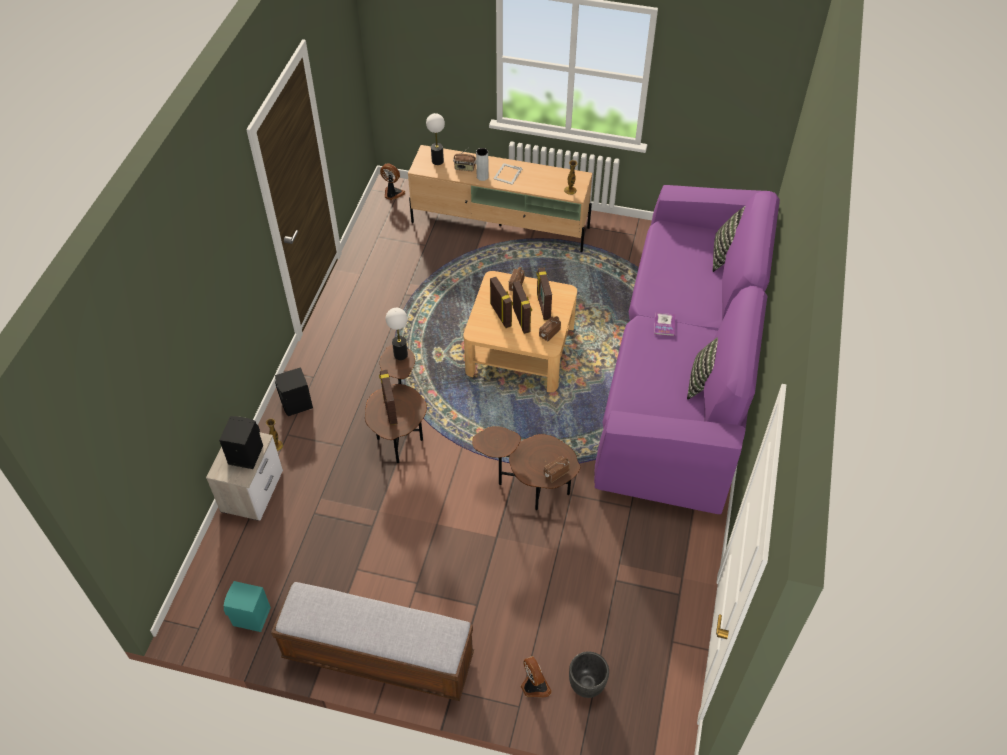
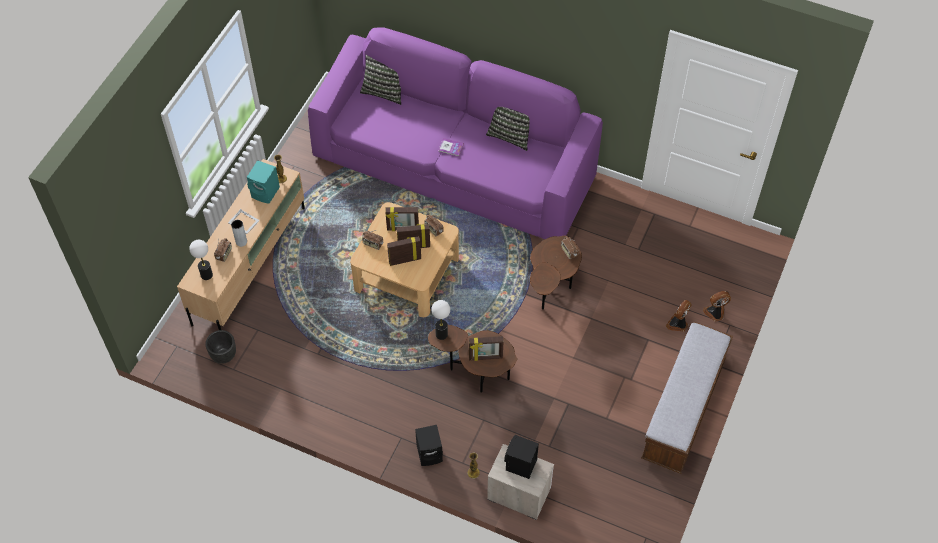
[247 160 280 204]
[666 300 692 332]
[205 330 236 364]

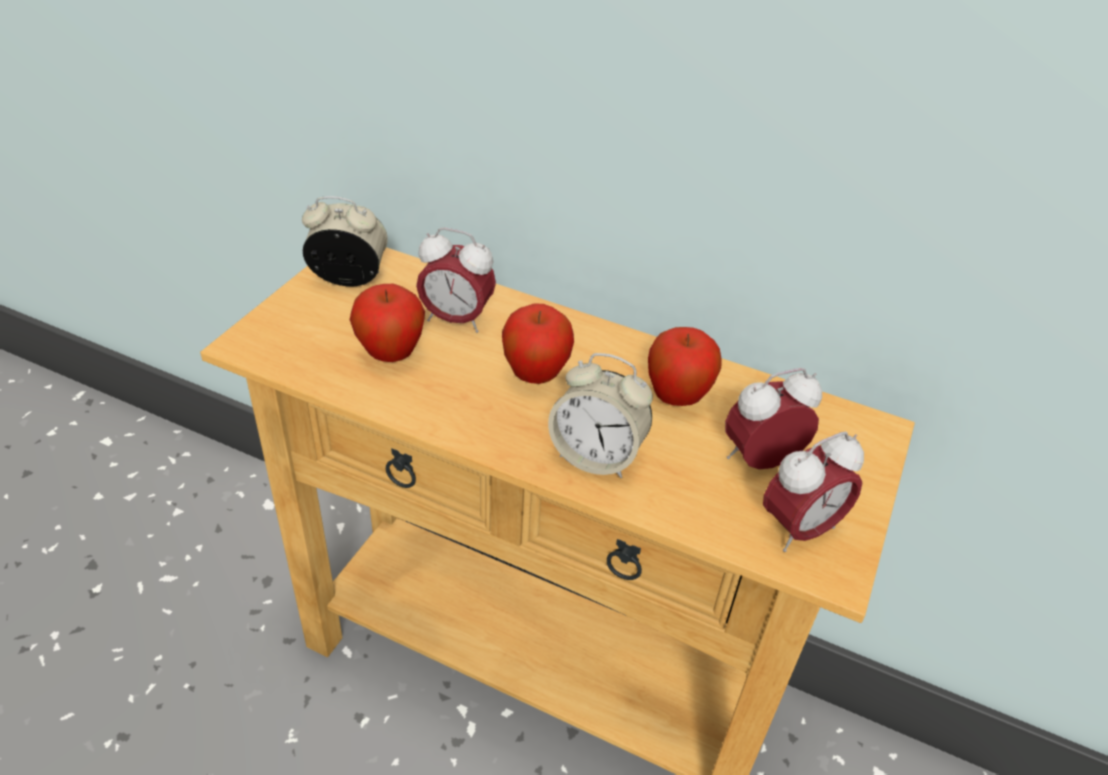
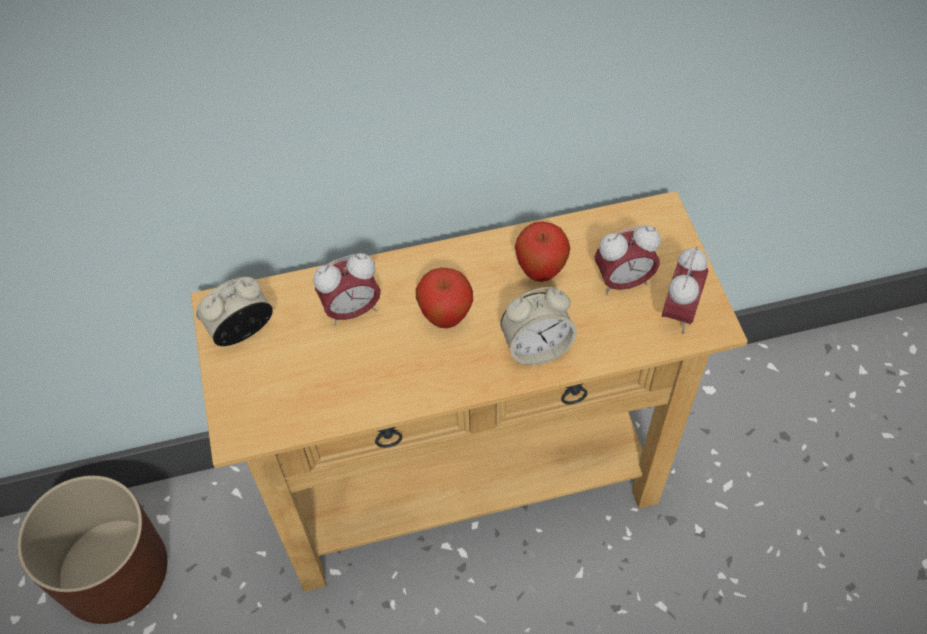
[350 284 425 362] (first image)
[17 476 167 624]
[595 225 661 295]

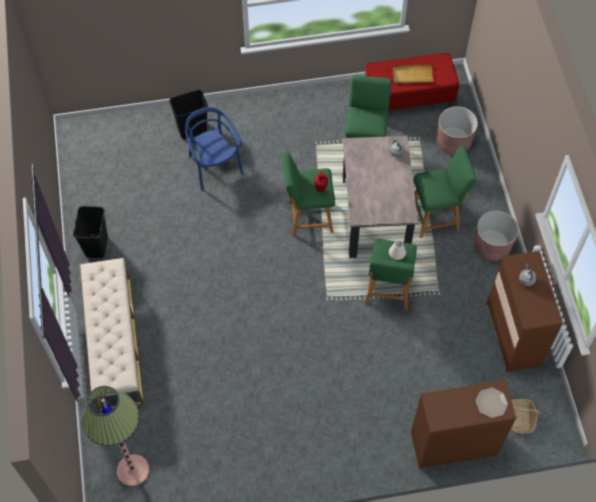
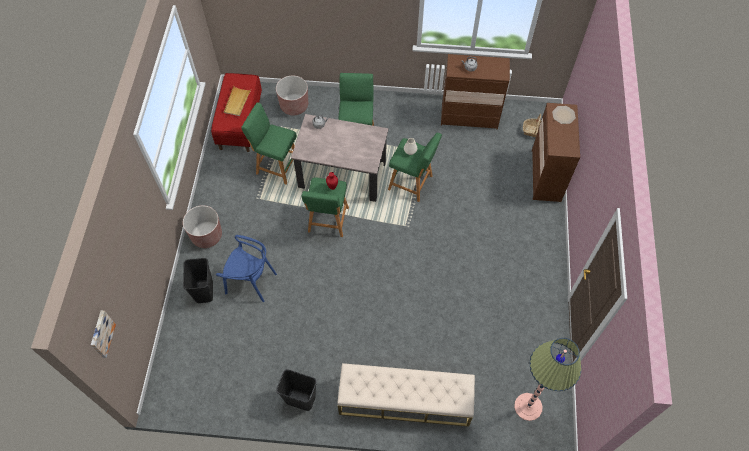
[91 311 116 358]
[183 205 222 248]
[216 235 277 302]

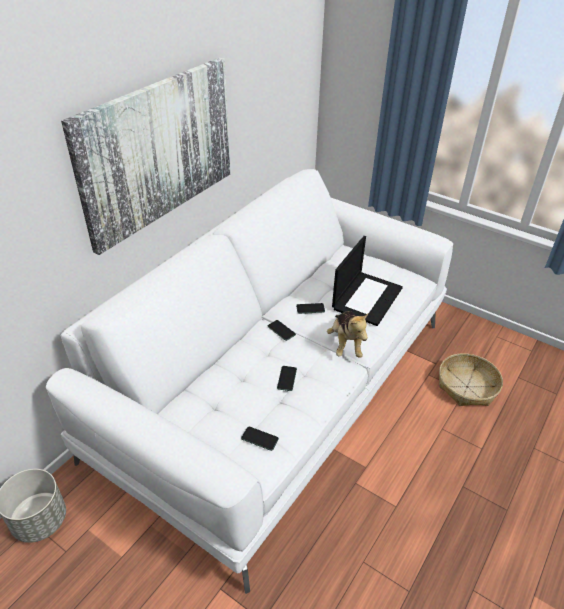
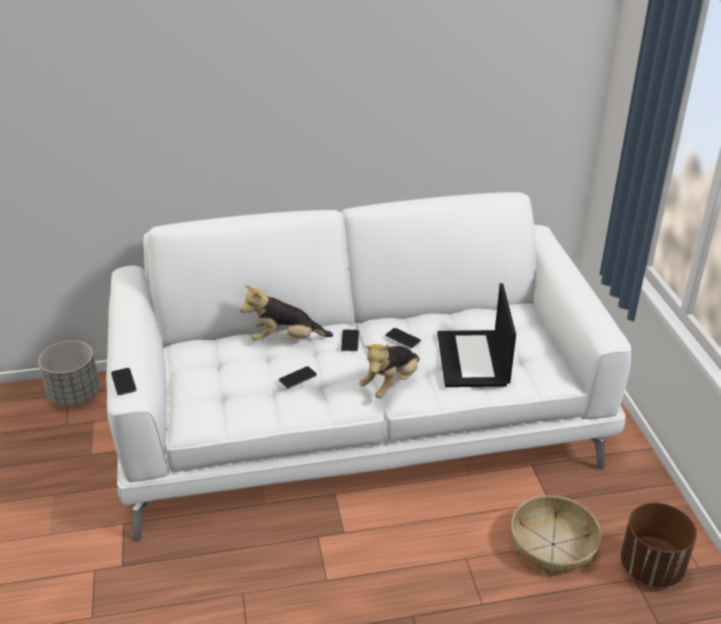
[61 58 230 255] (first image)
[240 285 333 340]
[621 503 697 587]
[111 368 137 395]
[437 283 516 387]

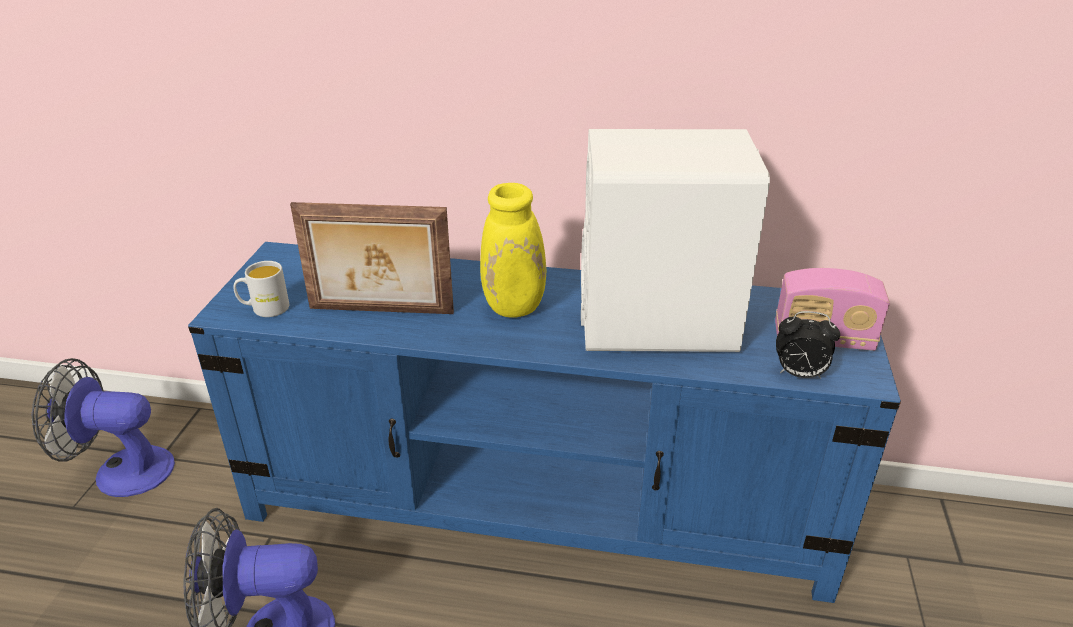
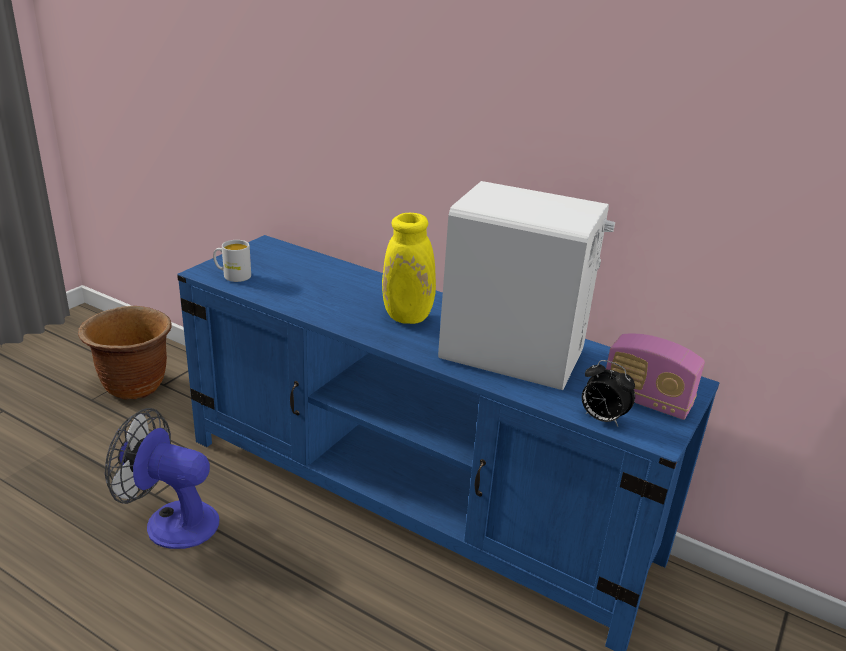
[290 202 454 314] (first image)
[78 306 172 399]

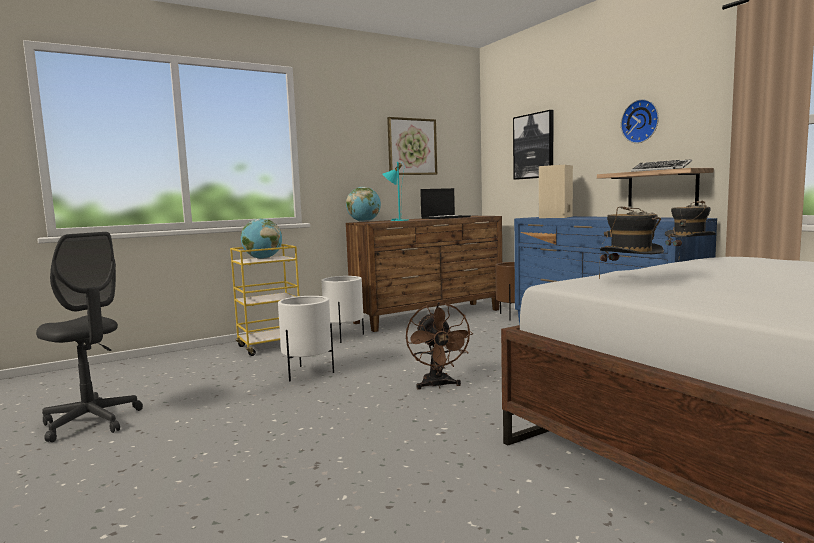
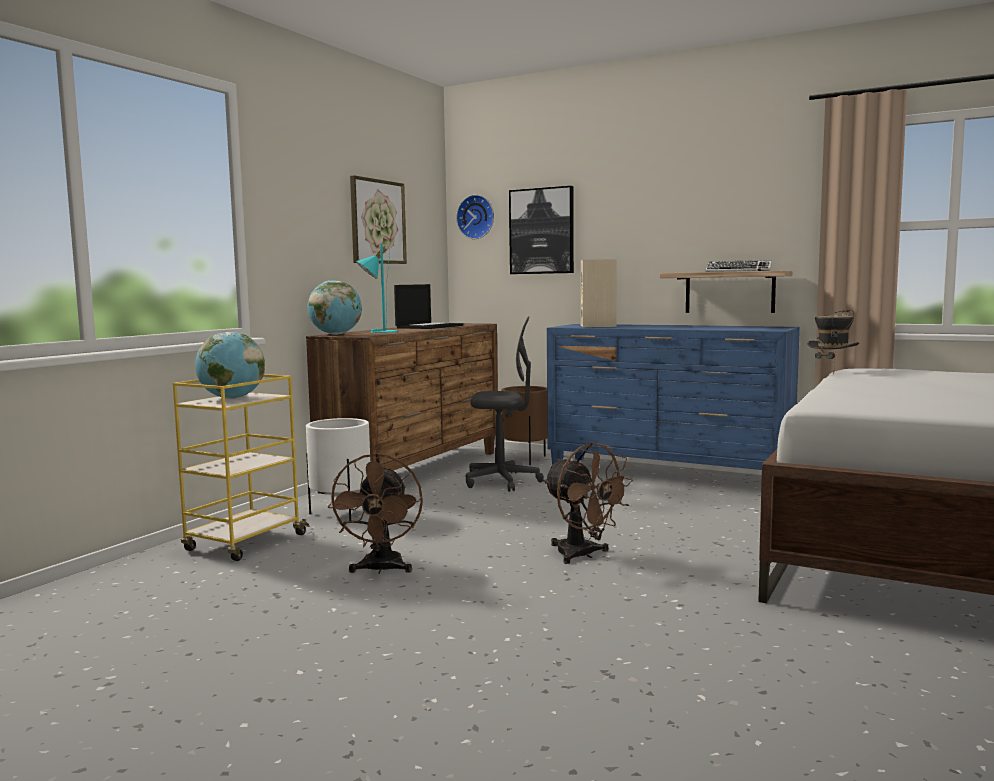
[599 206 664 279] (first image)
[466 316 544 492]
[456 195 494 239]
[328 453 423 574]

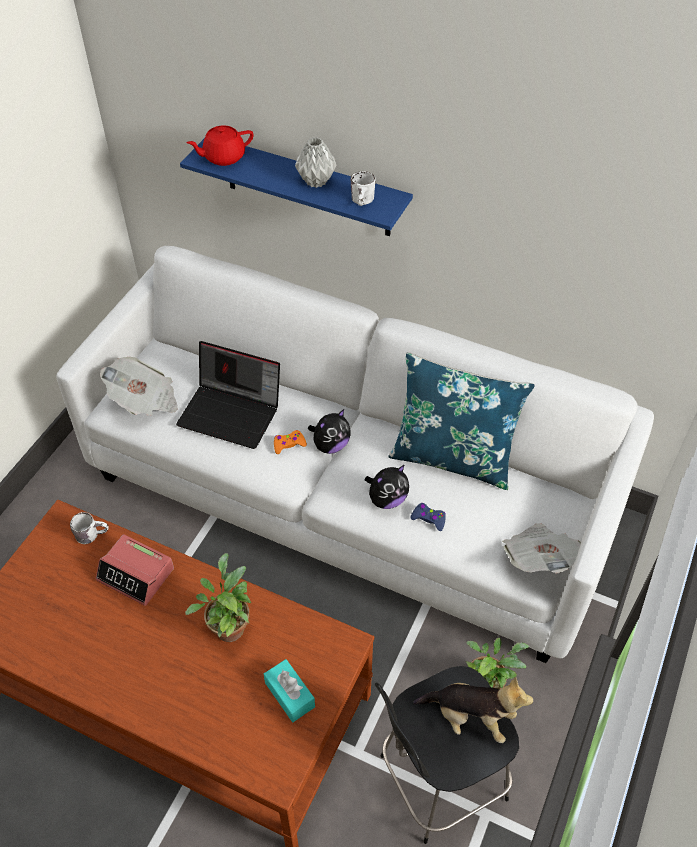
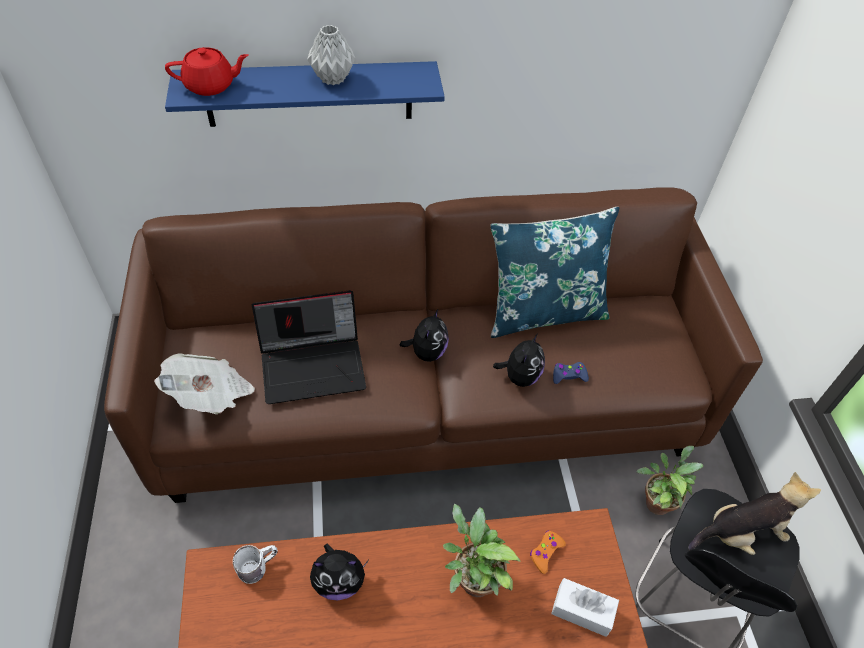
[351 171 375 206] (first image)
[502 524 581 574] (first image)
[530 531 566 574]
[310 544 369 600]
[104 187 763 503]
[551 578 619 637]
[165 47 249 96]

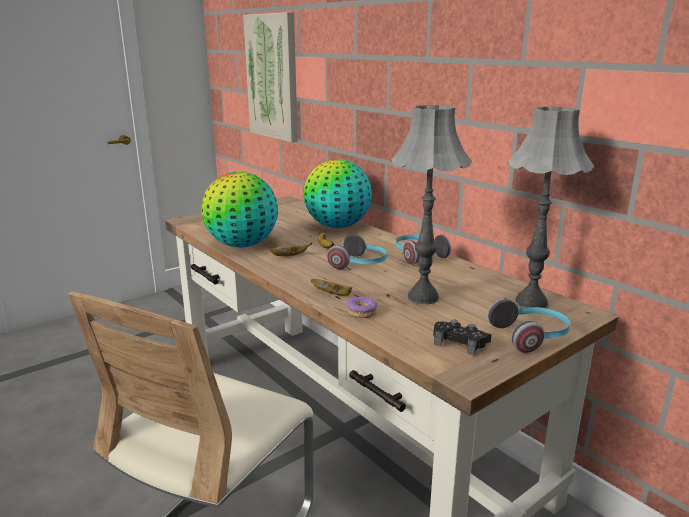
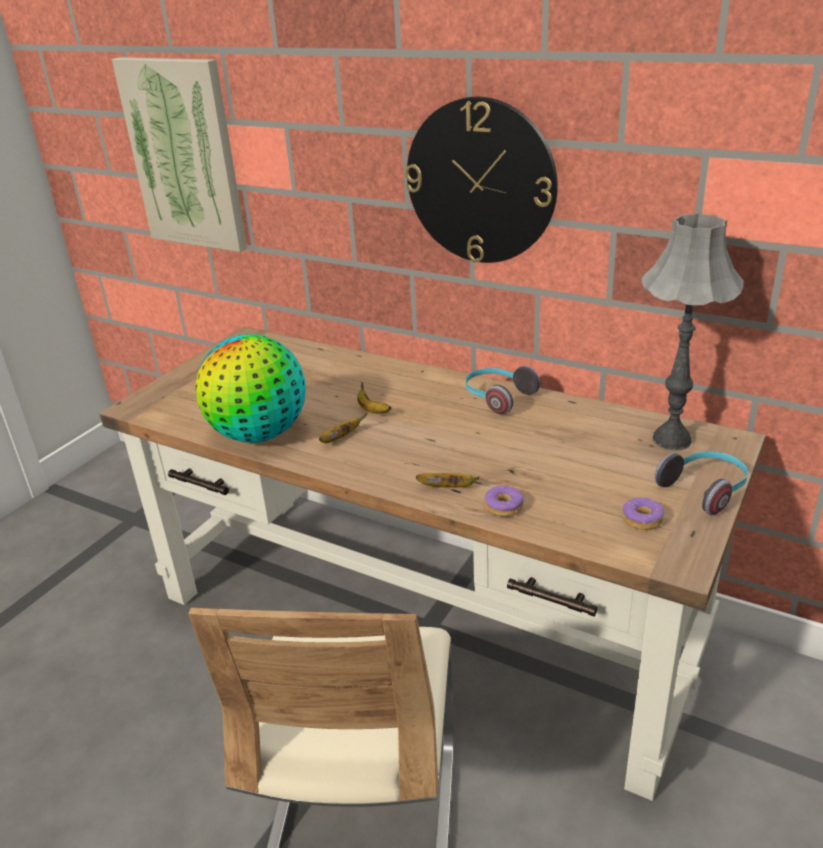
[303 159 372 228] (first image)
[327 234 387 269] (first image)
[391 105 472 304] (first image)
[405 97 558 263]
[622 497 664 530]

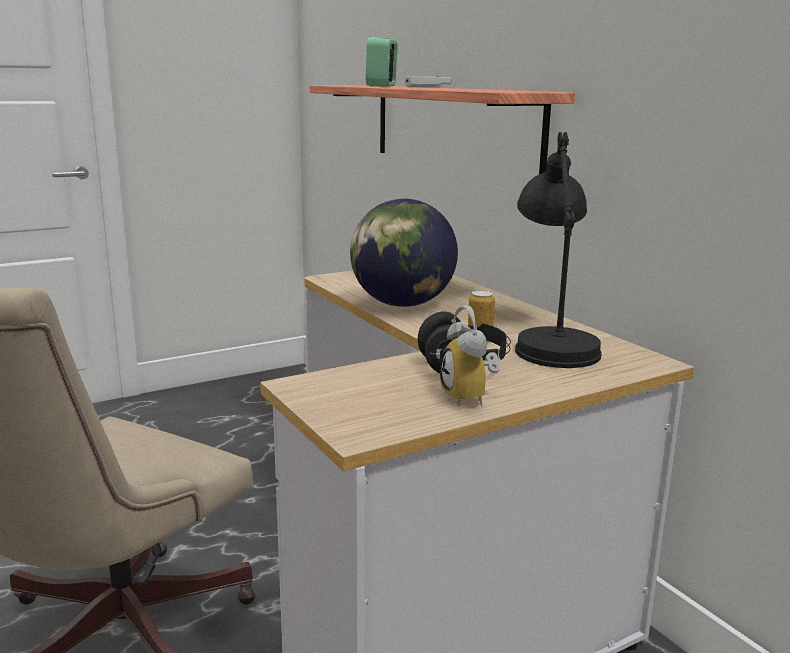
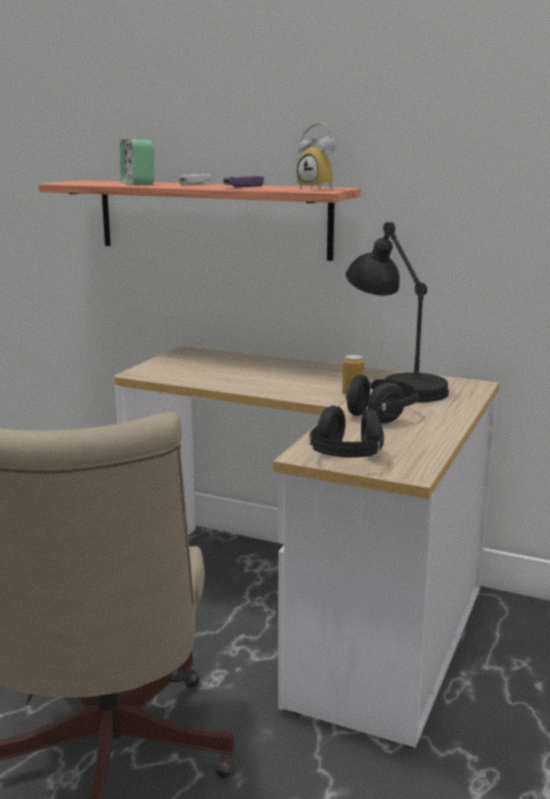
[350 199 458 307] (first image)
[223 176 264 188]
[309 405 384 458]
[297 122 336 190]

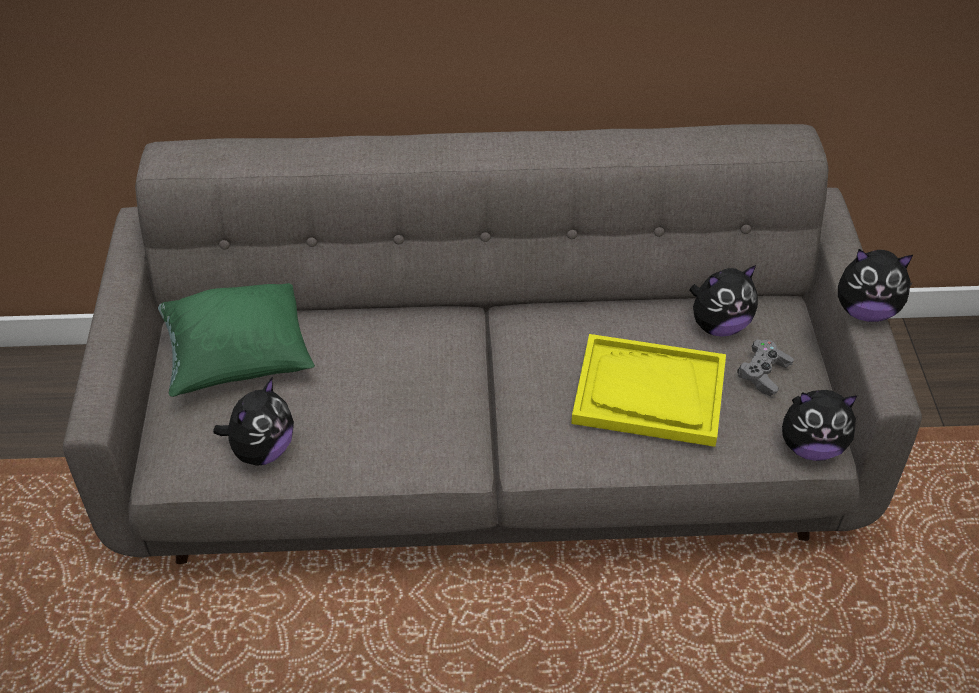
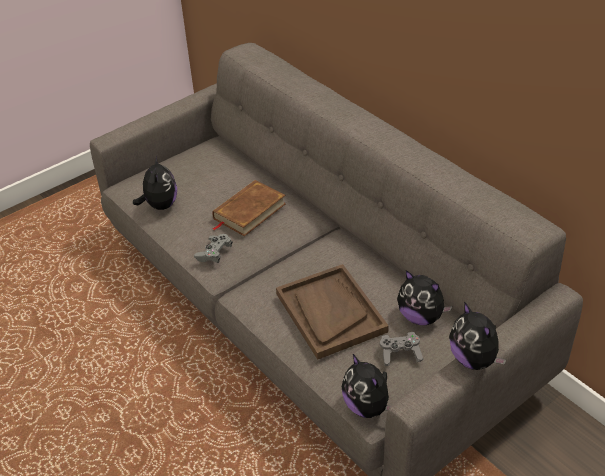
[158 283 315 397] (first image)
[194 234 233 263]
[212 180 286 236]
[276 264 389 360]
[133 156 177 210]

